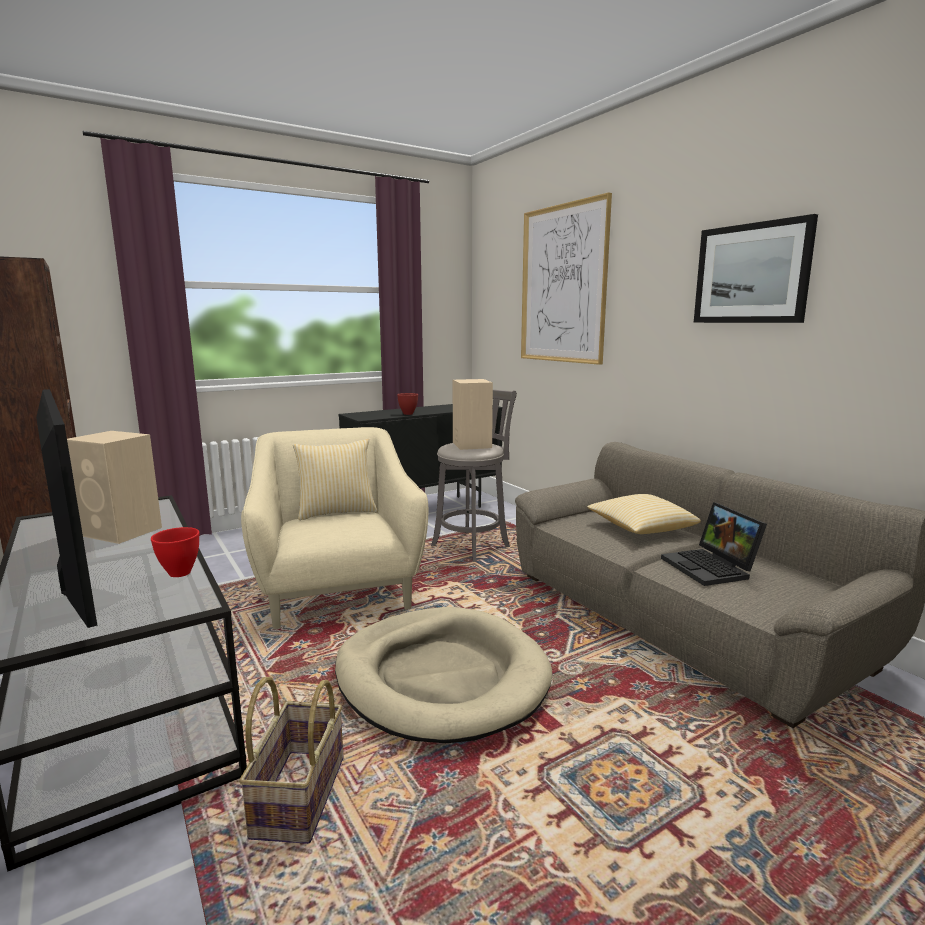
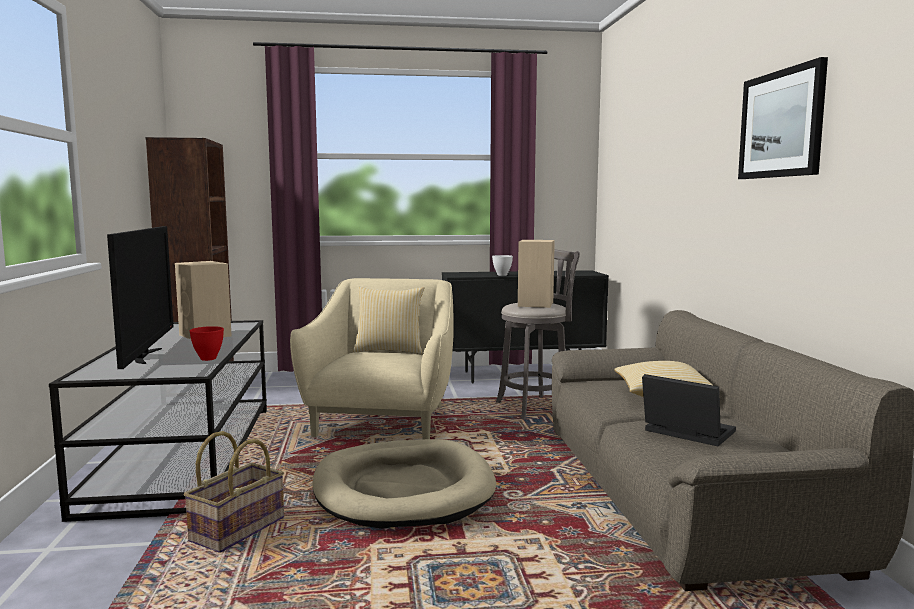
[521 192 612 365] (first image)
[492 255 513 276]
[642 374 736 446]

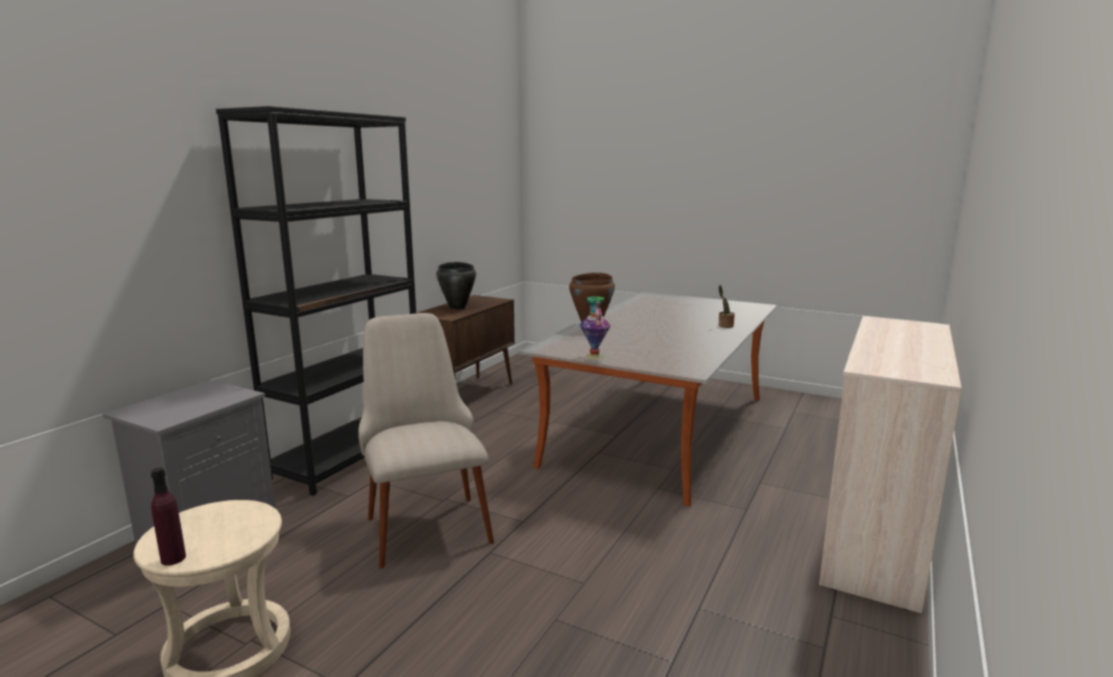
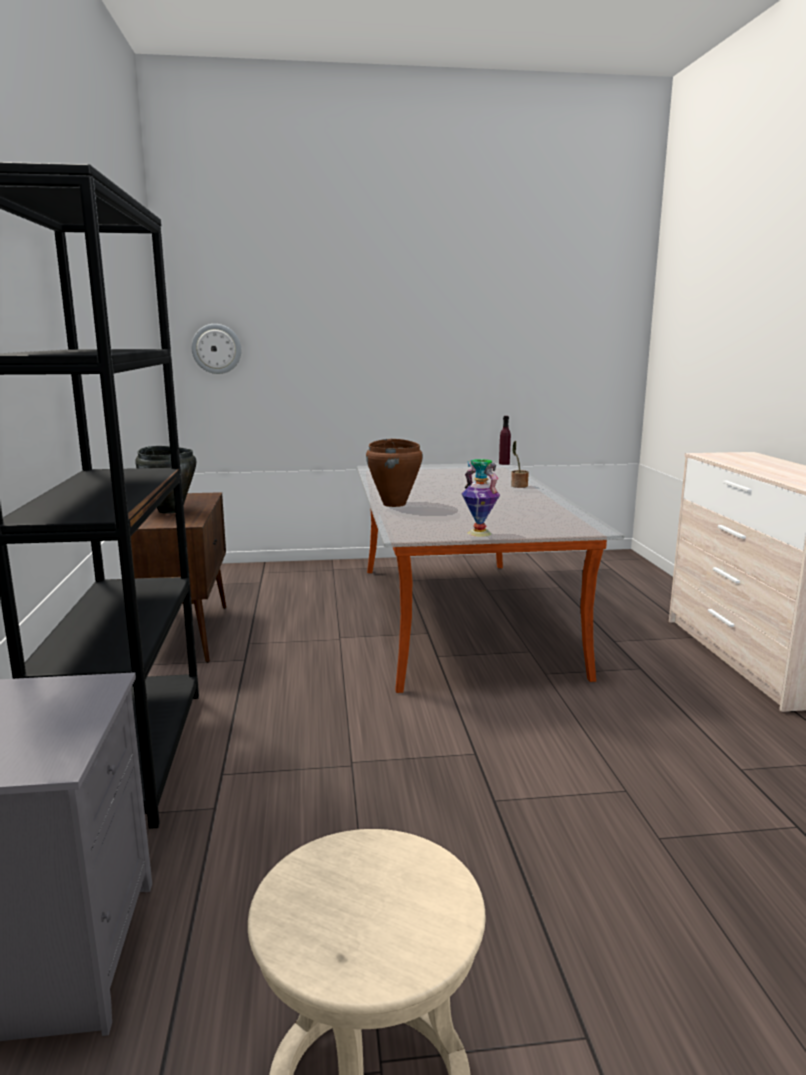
[358 313 494 568] (first image)
[191 324 241 374]
[499 416 511 465]

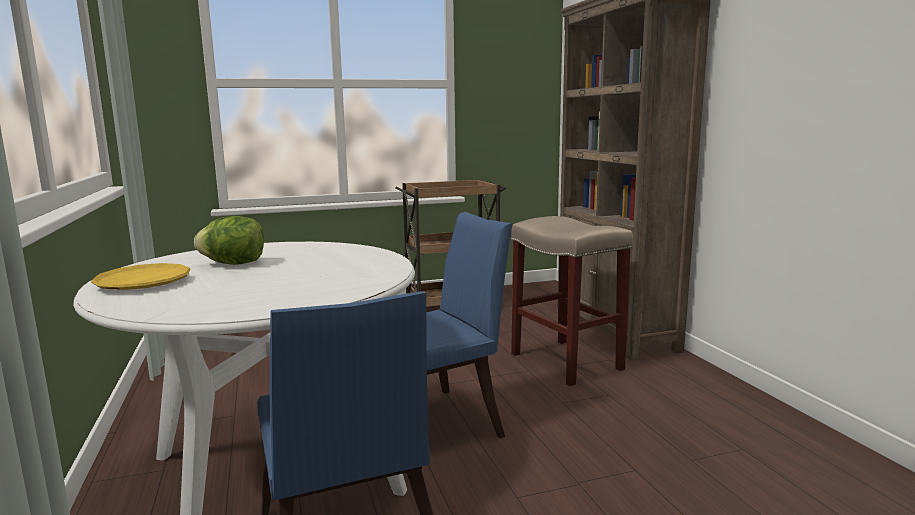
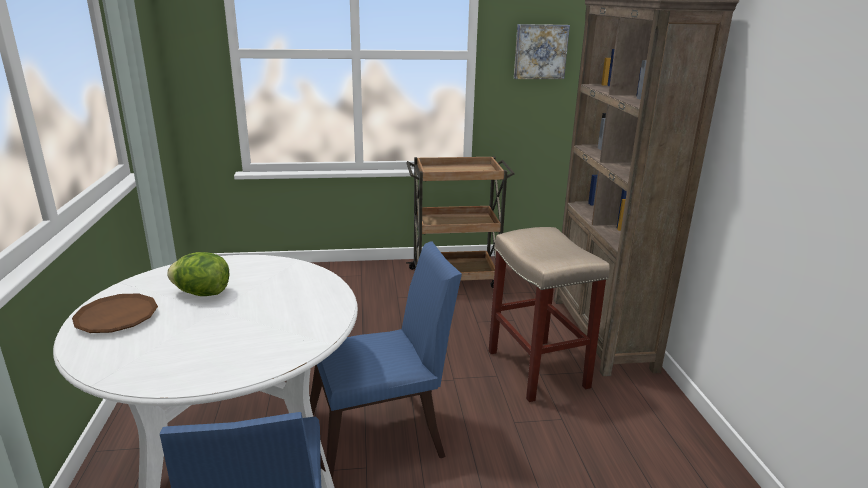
[514 24 570 79]
[72 293 158 333]

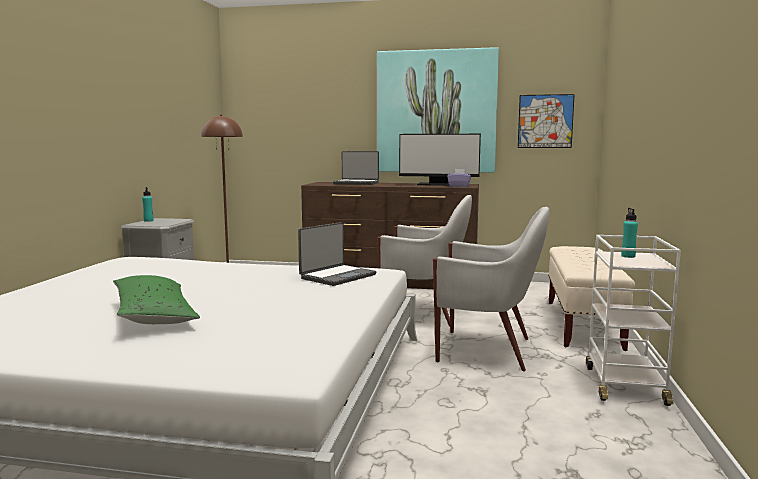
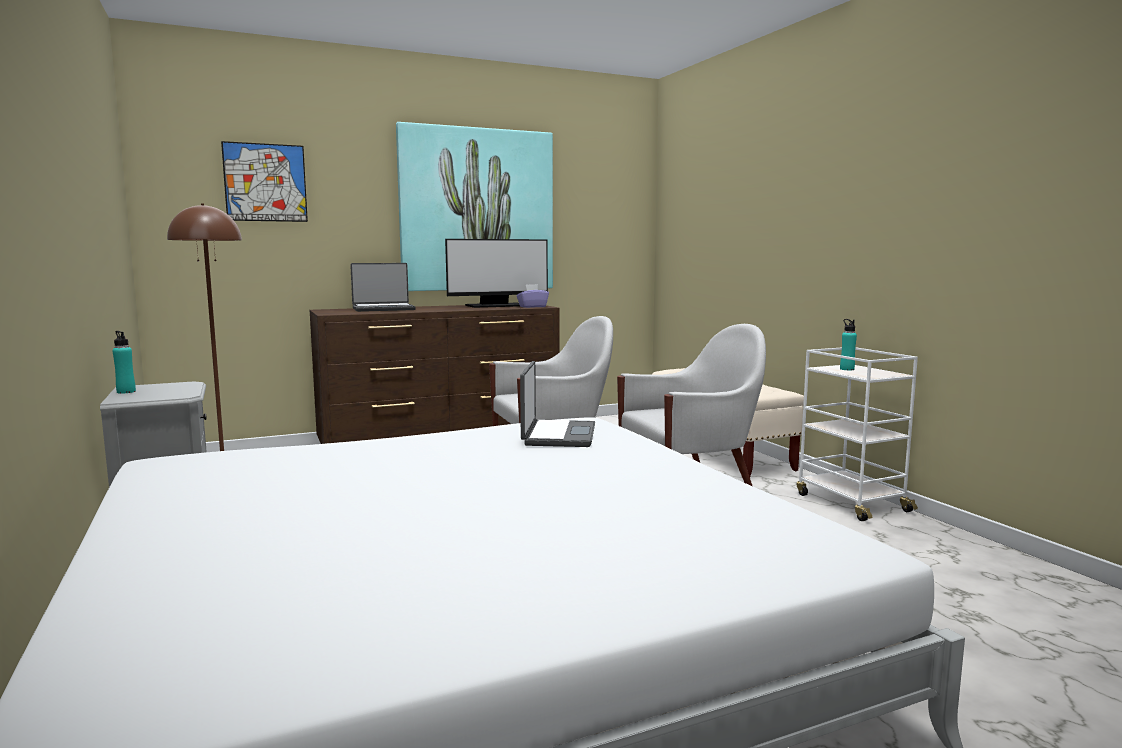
[113 275 200 324] (first image)
[221 141 308 222]

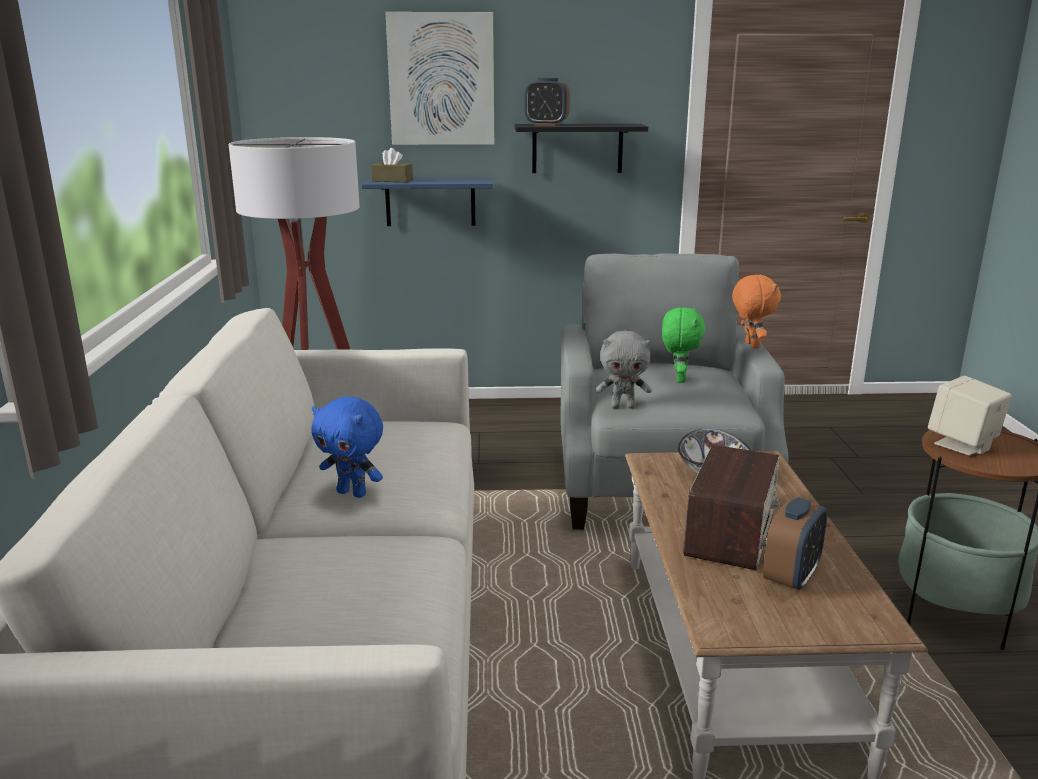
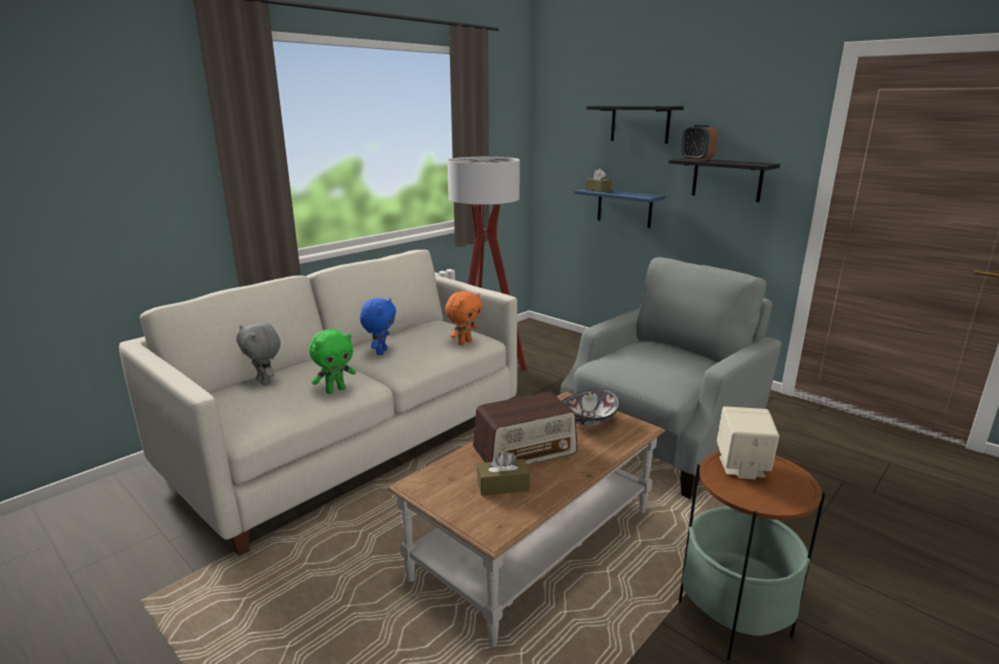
[237 322 280 385]
[309 329 356 394]
[445 291 482 346]
[586 106 684 144]
[477 451 530 496]
[360 298 396 355]

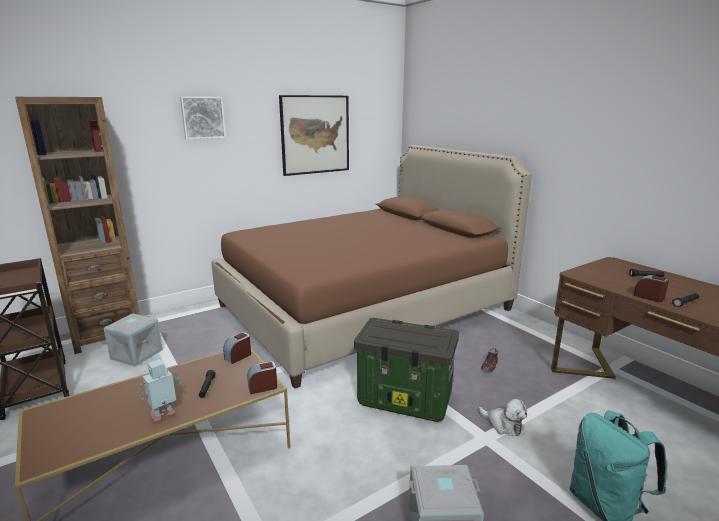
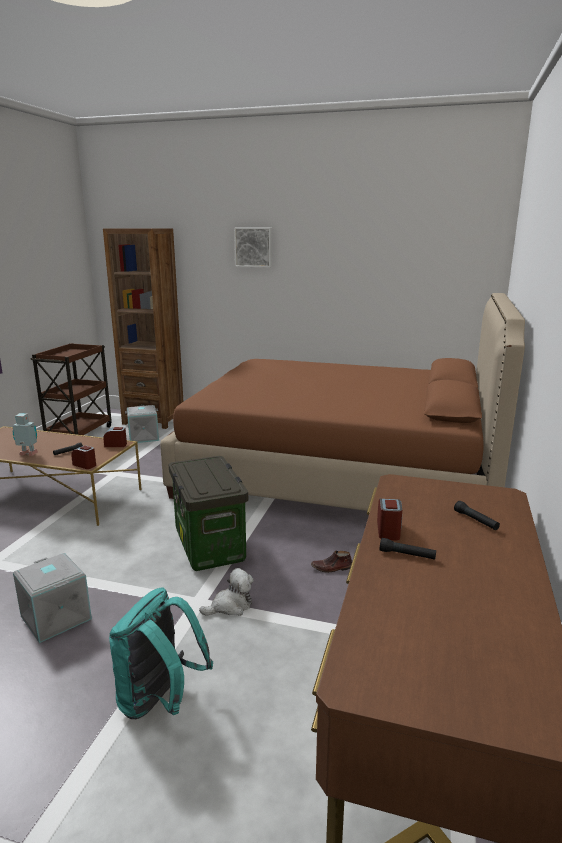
[279 95 349 176] (first image)
[199 568 254 616]

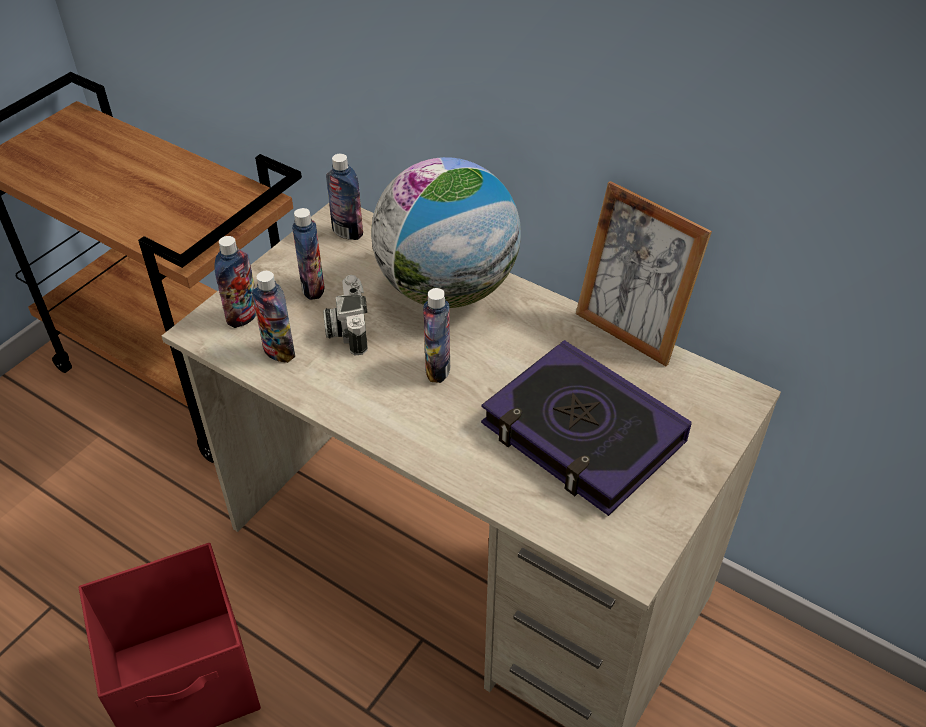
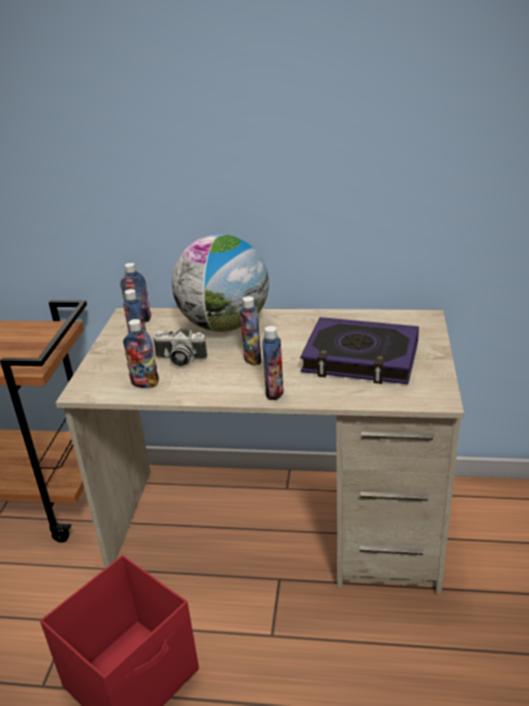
[576 181 712 366] (first image)
[262 326 284 400]
[152 328 207 366]

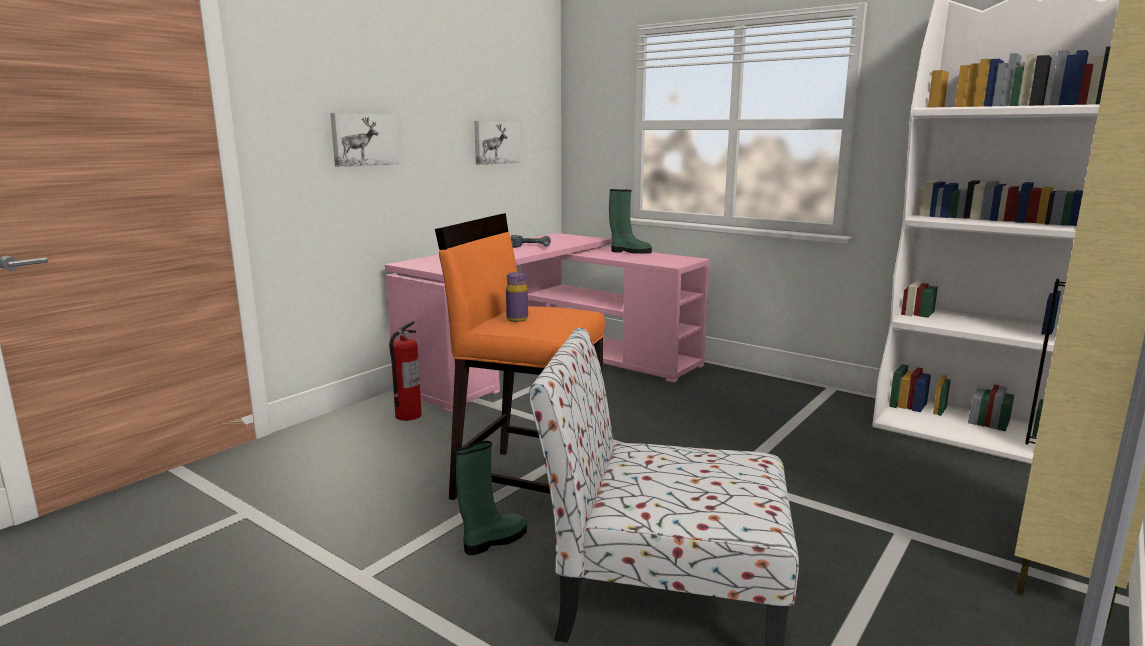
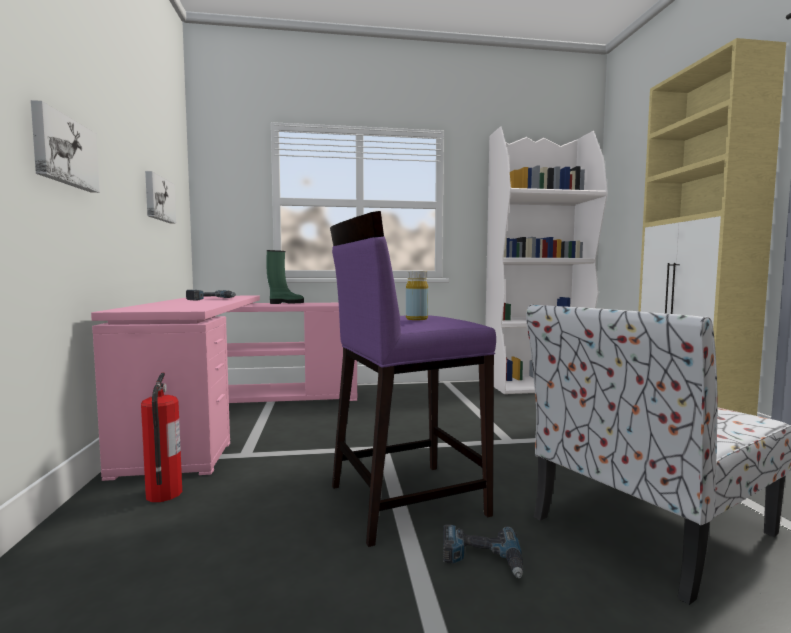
[443 524 523 578]
[330 211 496 547]
[406 271 428 320]

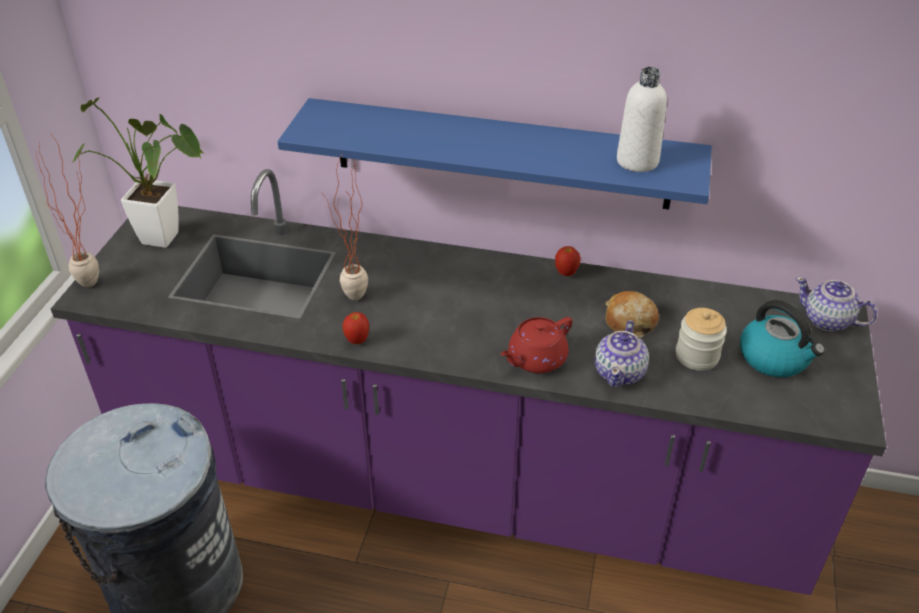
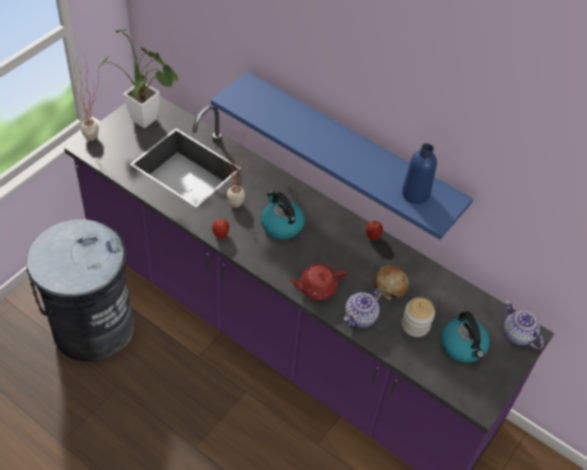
[261 190 305 239]
[402 143 437 204]

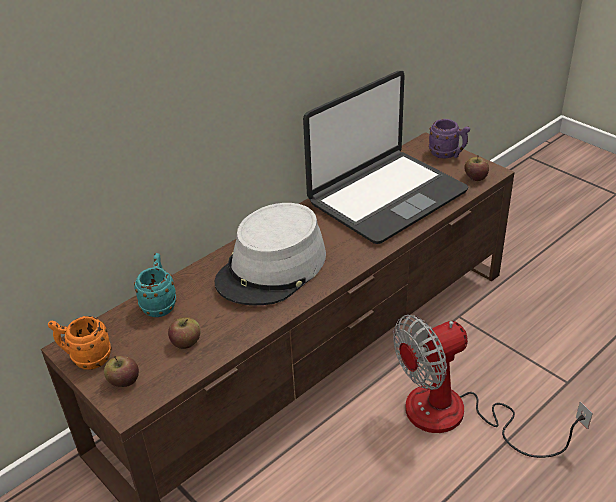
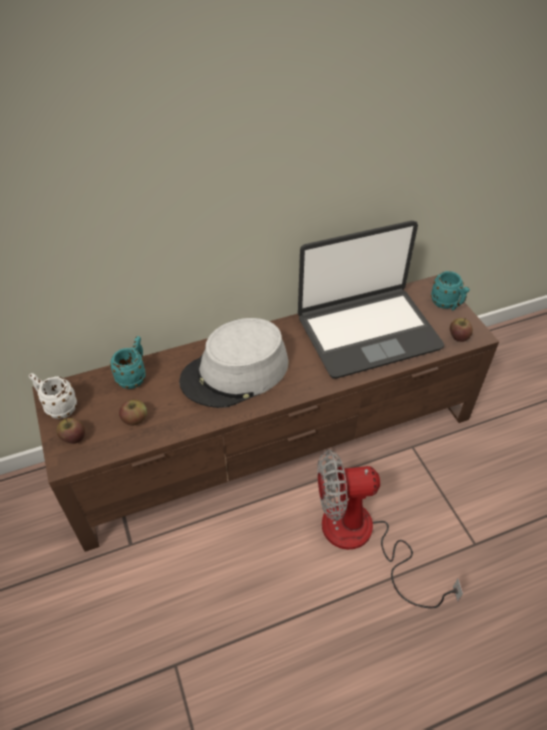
[29 373 77 419]
[431 271 470 310]

